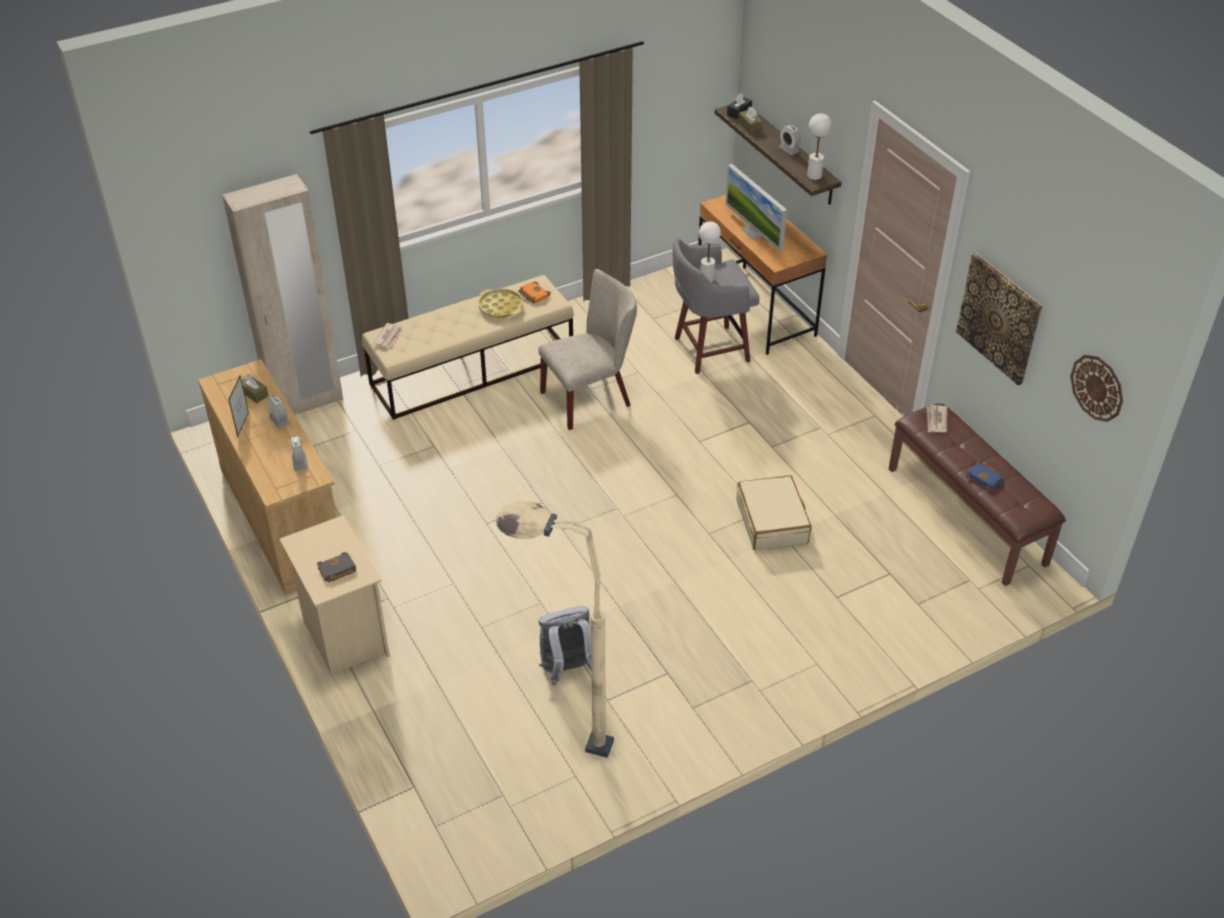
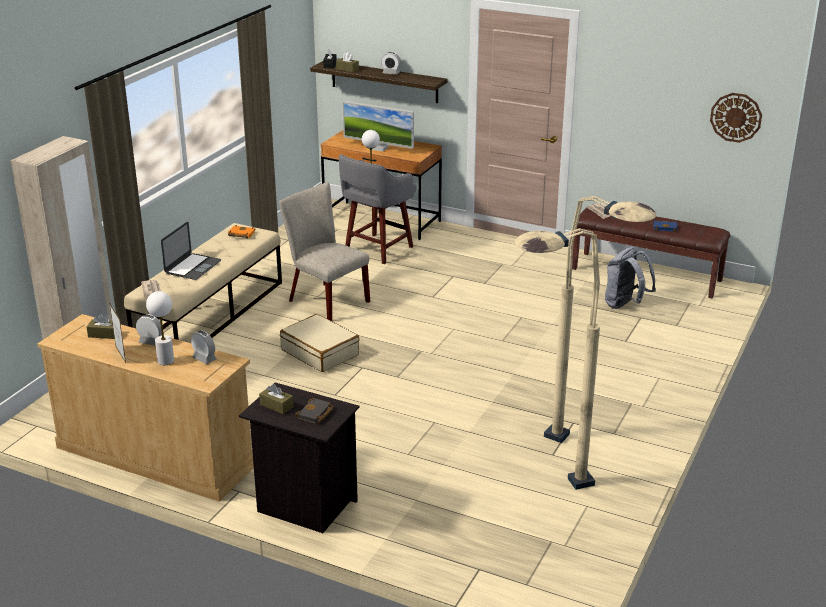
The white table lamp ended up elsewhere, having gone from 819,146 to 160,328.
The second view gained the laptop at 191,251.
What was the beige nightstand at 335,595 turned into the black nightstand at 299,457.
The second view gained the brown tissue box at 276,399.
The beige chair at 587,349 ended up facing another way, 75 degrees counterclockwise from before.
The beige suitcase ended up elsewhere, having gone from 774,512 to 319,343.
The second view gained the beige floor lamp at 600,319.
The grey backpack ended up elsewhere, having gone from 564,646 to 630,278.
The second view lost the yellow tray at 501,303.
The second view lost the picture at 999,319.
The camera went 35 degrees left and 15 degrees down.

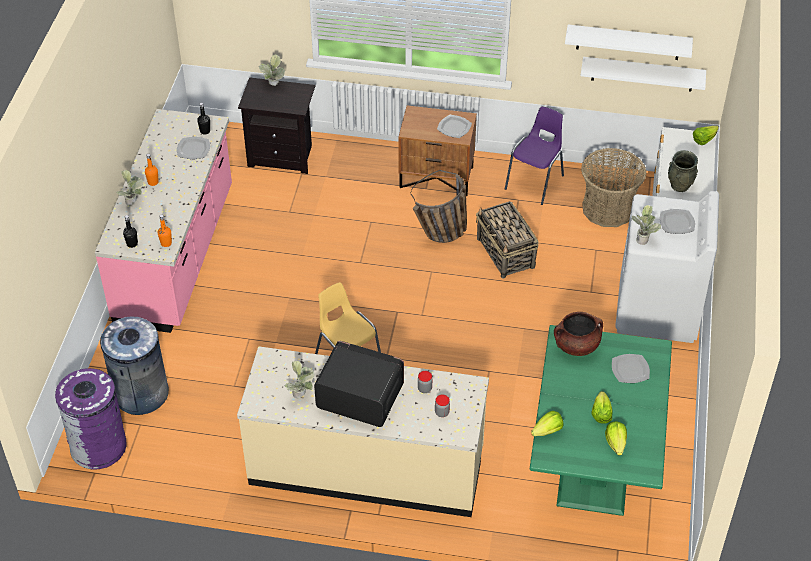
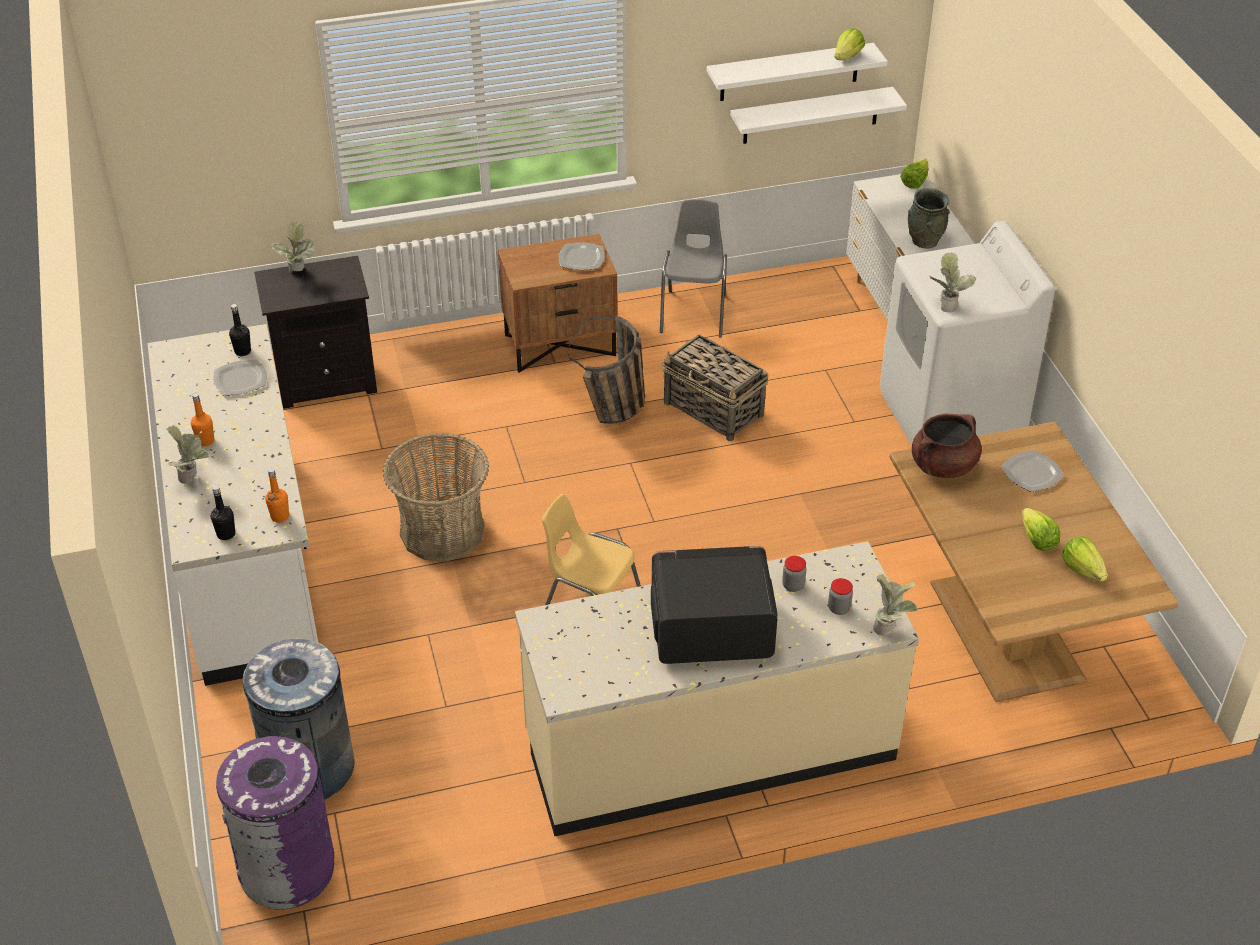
What was the pink counter at 163,221 turned into the white counter at 232,505.
The basket ended up elsewhere, having gone from 613,187 to 436,497.
What was the purple chair at 534,156 turned into the grey chair at 693,268.
The lettuce ended up elsewhere, having gone from 547,423 to 850,44.
The potted plant ended up elsewhere, having gone from 299,380 to 895,605.
What was the green dining table at 601,420 turned into the brown dining table at 1034,562.
The second view lost the plate at 677,221.
The camera went 25 degrees left and 5 degrees down.

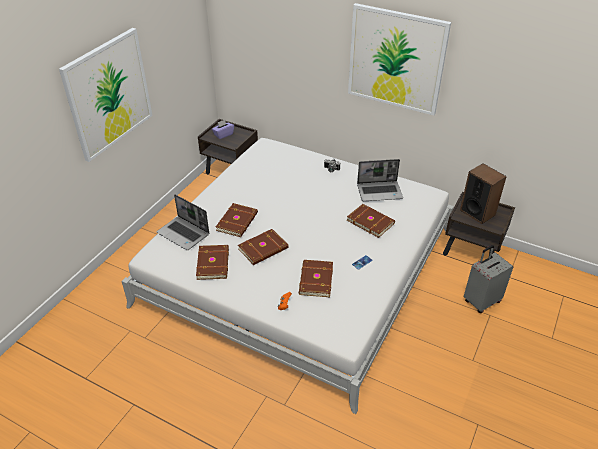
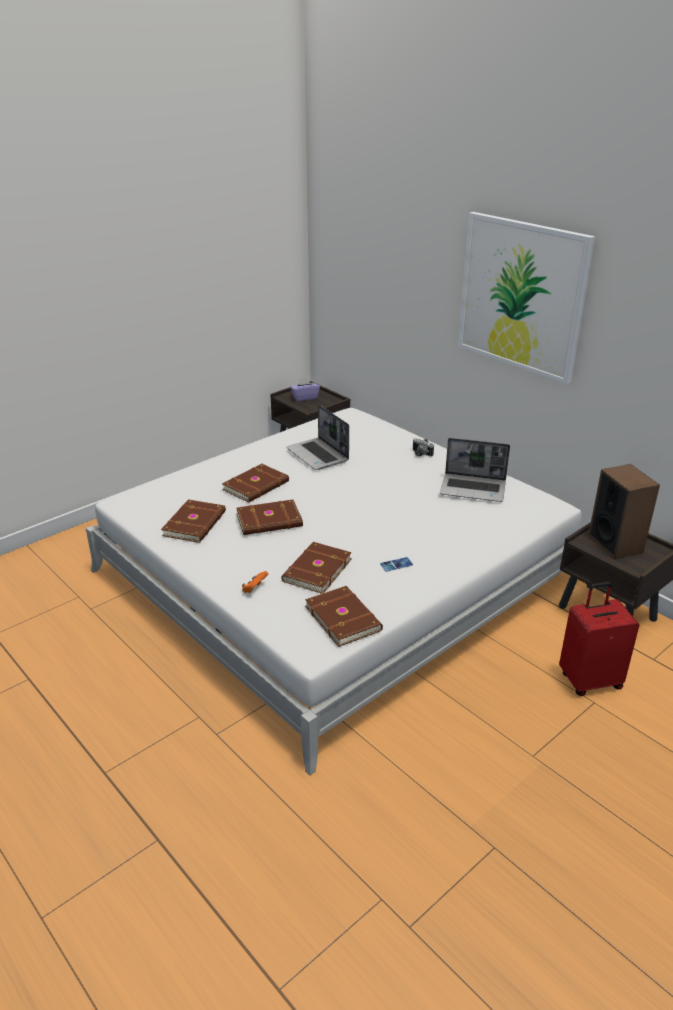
The laptop ended up elsewhere, having gone from 183,222 to 317,437.
The brown book ended up elsewhere, having gone from 371,221 to 344,616.
What was the grey suitcase at 488,279 turned into the red suitcase at 599,639.
The second view lost the picture at 106,95.
The camera went 20 degrees right and 10 degrees down.

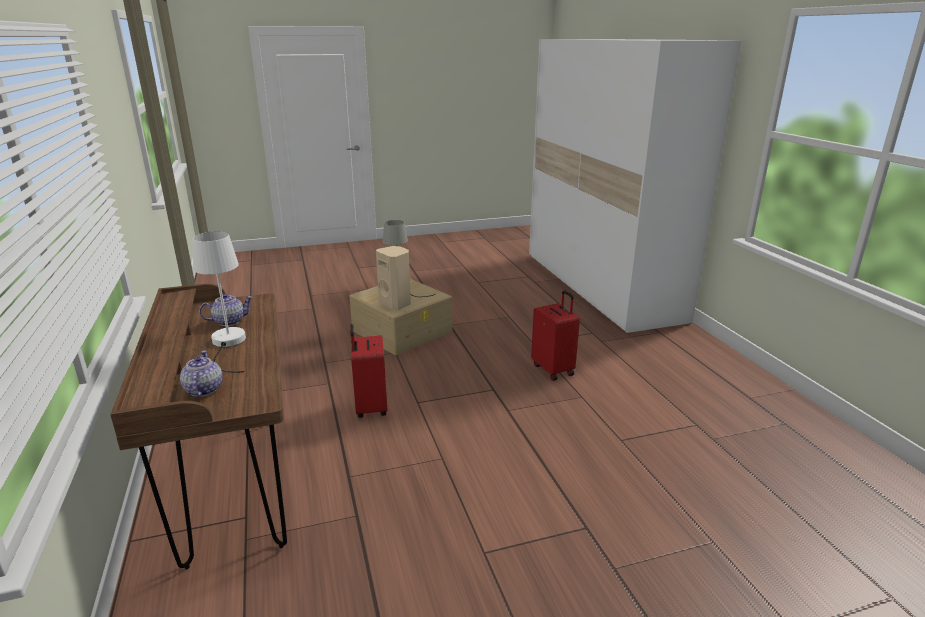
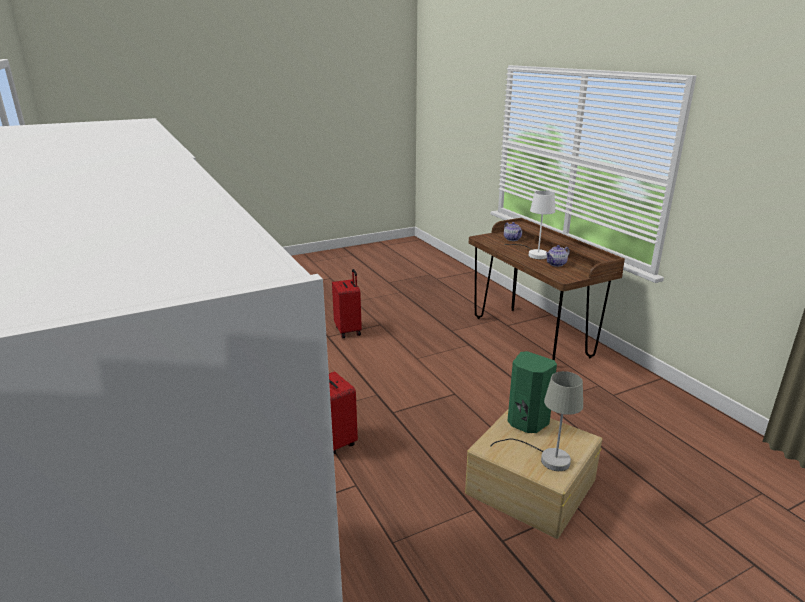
The red suitcase ended up elsewhere, having gone from 368,371 to 347,303.
What was the beige speaker at 393,278 turned into the green speaker at 532,392.
The camera went 170 degrees right and 0 degrees up.

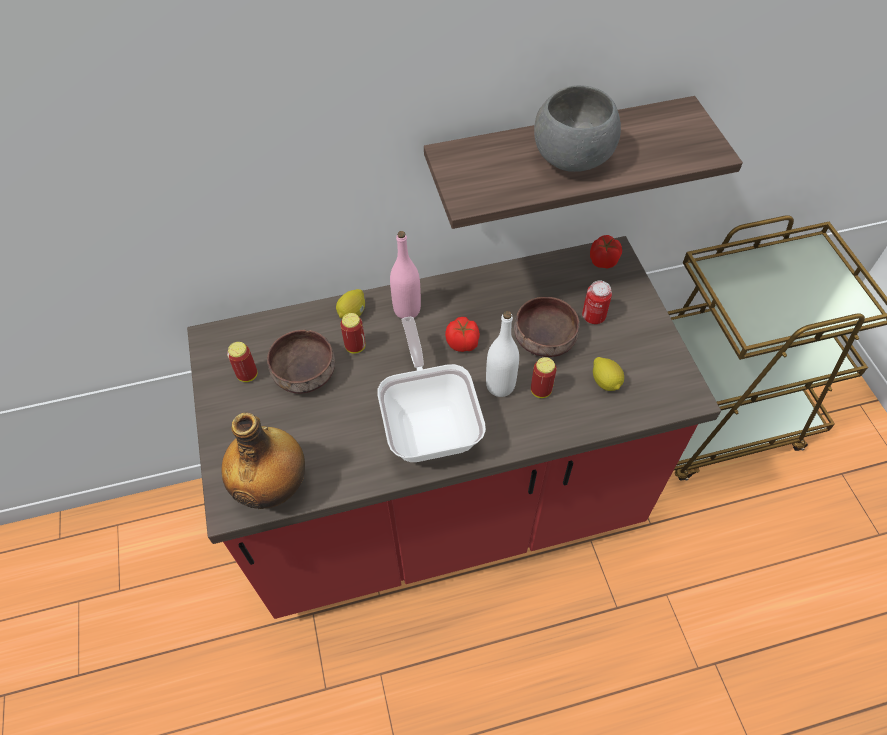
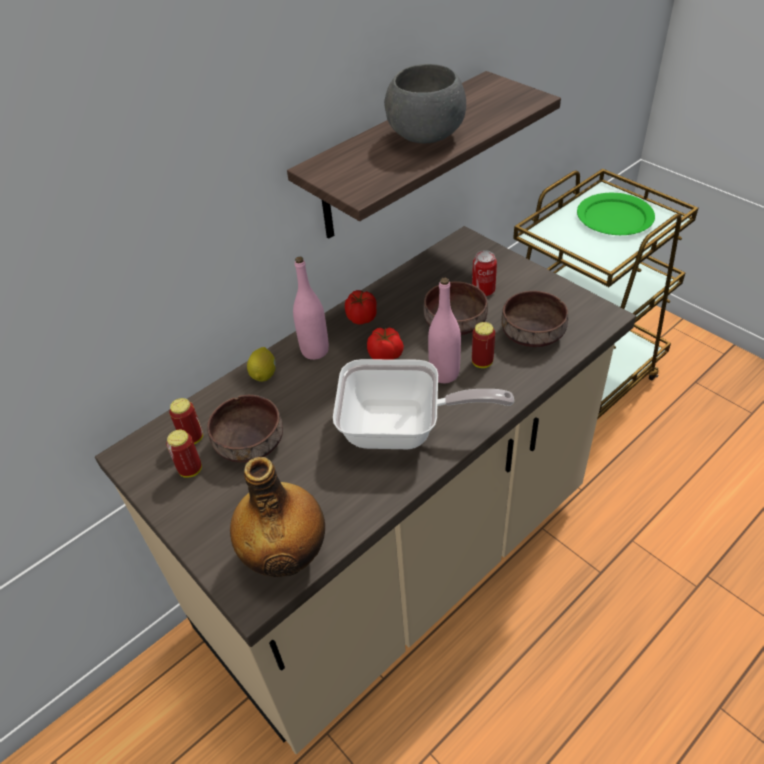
What was the red counter at 454,427 turned into the beige counter at 365,490.
The can ended up elsewhere, having gone from 352,333 to 186,421.
The frying pan at 432,389 ended up facing another way, 135 degrees clockwise from before.
The tomato ended up elsewhere, having gone from 606,251 to 361,307.
What was the white bottle at 502,354 turned into the pink bottle at 444,330.
Where the lemon stood at 608,374, the brown bowl came to stand at 534,319.
The second view gained the green plate at 616,214.
The camera went 25 degrees left and 10 degrees down.

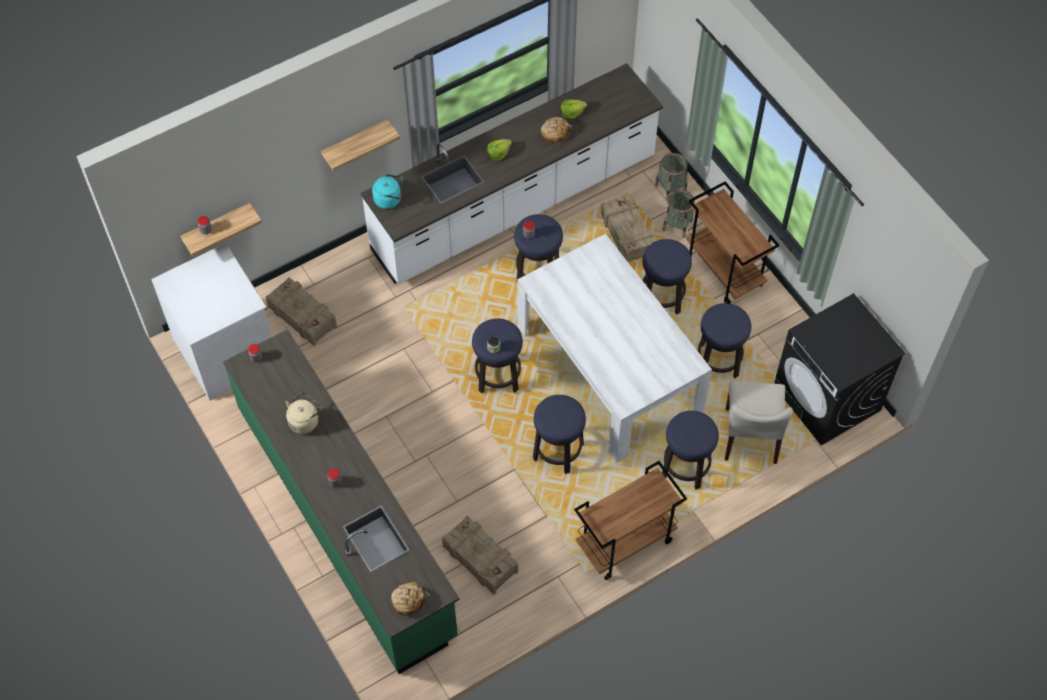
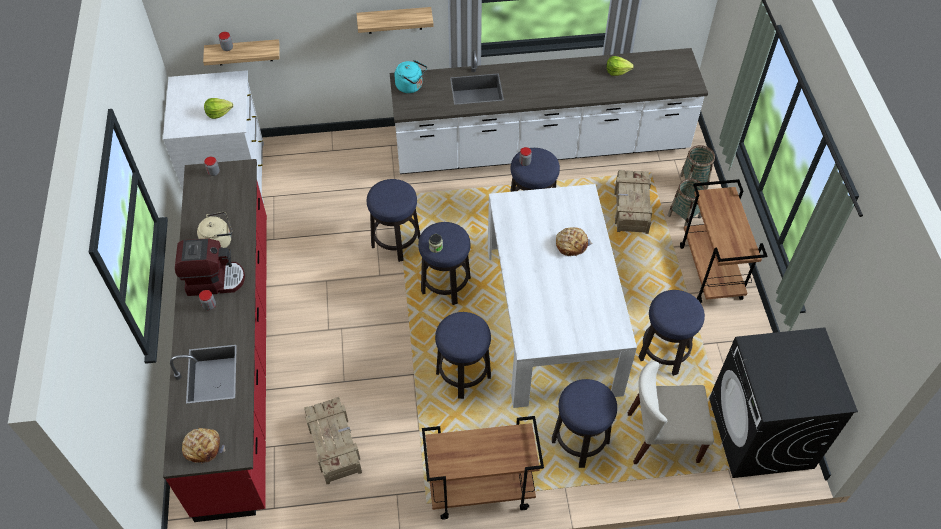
What was the green counter at 341,501 turned into the red counter at 215,340.
The second view gained the coffee machine at 210,267.
The lettuce ended up elsewhere, having gone from 499,150 to 218,108.
The stool ended up elsewhere, having gone from 667,277 to 393,220.
The bread ended up elsewhere, having gone from 556,130 to 574,241.
The beige chair at 759,422 ended up facing another way, 60 degrees clockwise from before.
The second view lost the crate at 301,311.
The camera went 25 degrees right and 5 degrees down.

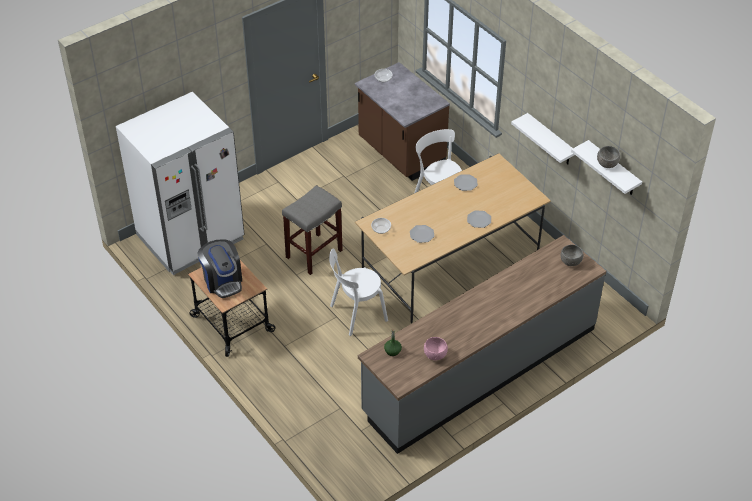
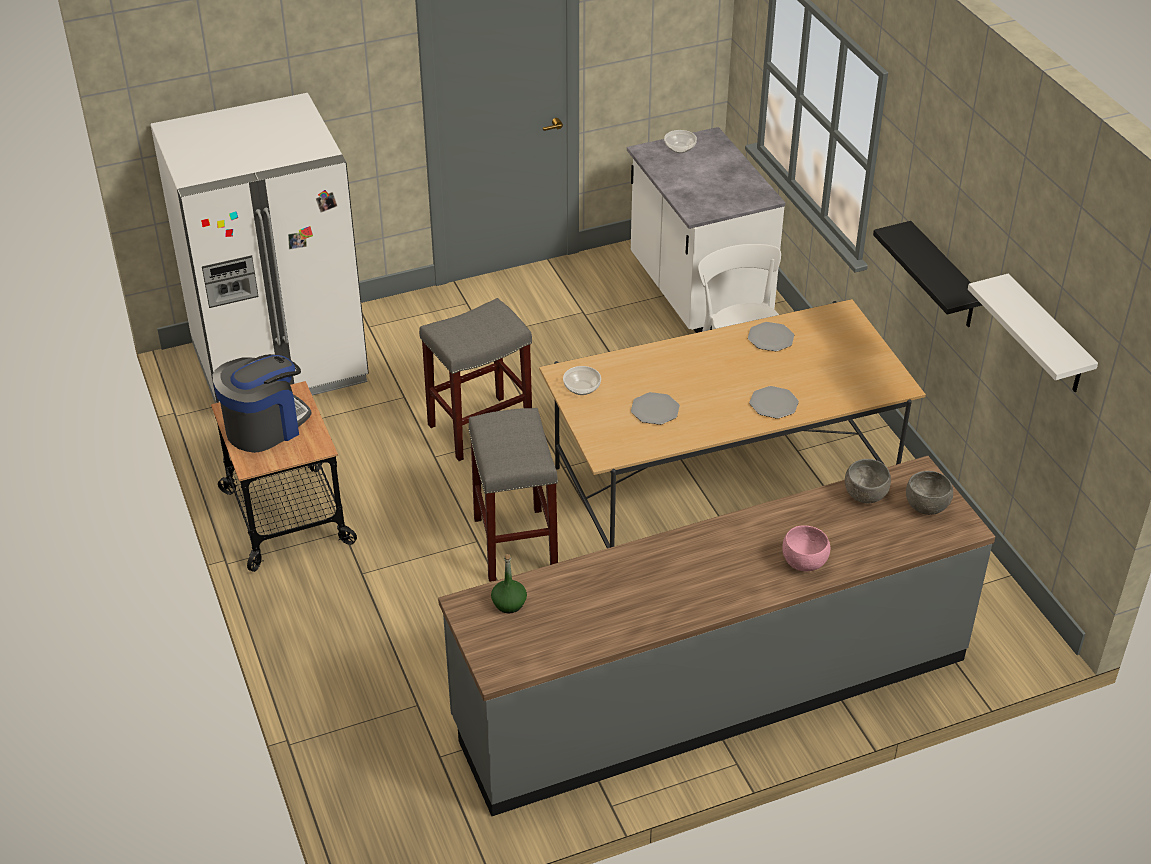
The coffee machine at 219,268 ended up facing another way, 120 degrees counterclockwise from before.
Where the white chair stood at 358,292, the grey stool came to stand at 513,495.
What was the brown counter at 402,121 turned into the white counter at 706,230.
The pink bowl ended up elsewhere, having gone from 436,348 to 806,548.
The grey bowl ended up elsewhere, having gone from 608,157 to 868,481.
What was the white shelf at 543,139 turned into the black shelf at 927,274.
The camera went 15 degrees right and 5 degrees down.

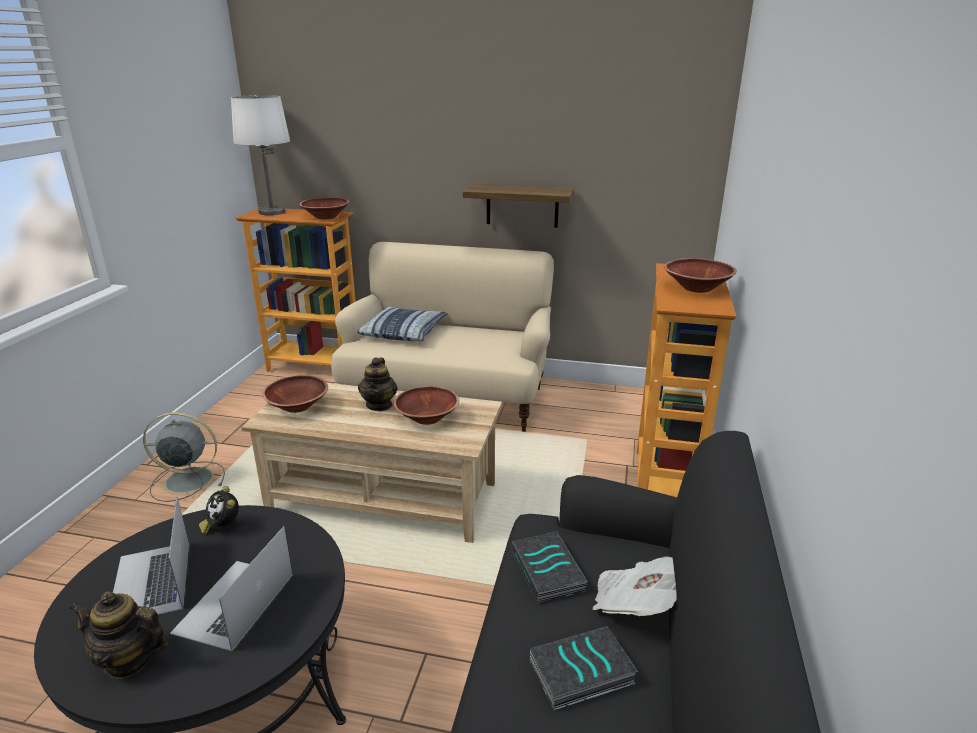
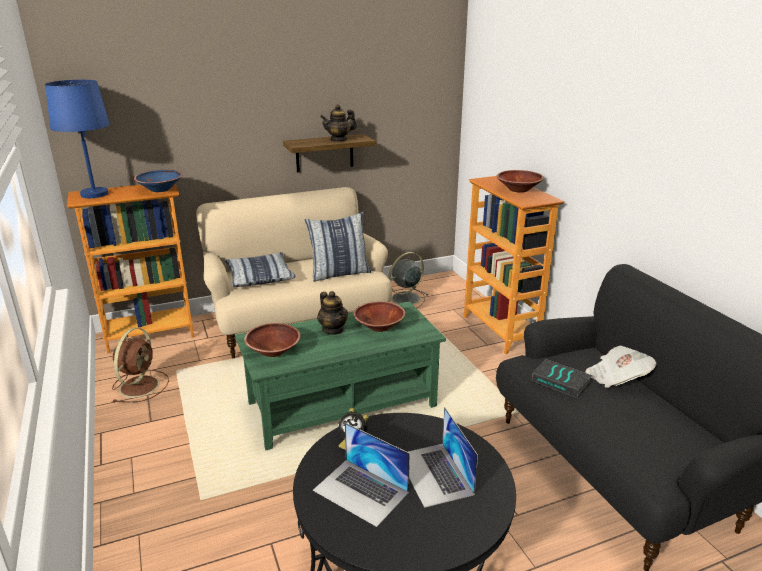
What was the white table lamp at 260,155 turned into the blue table lamp at 77,139.
The second view gained the brown fan at 140,365.
What was the brown bowl at 324,208 turned into the blue bowl at 158,181.
What was the beige coffee table at 371,463 turned into the green coffee table at 340,375.
The second view gained the pillow at 338,247.
The teapot ended up elsewhere, having gone from 119,635 to 338,123.
The grey fan ended up elsewhere, having gone from 184,457 to 408,280.
The second view lost the book at 584,668.
The camera went 35 degrees left and 0 degrees up.

